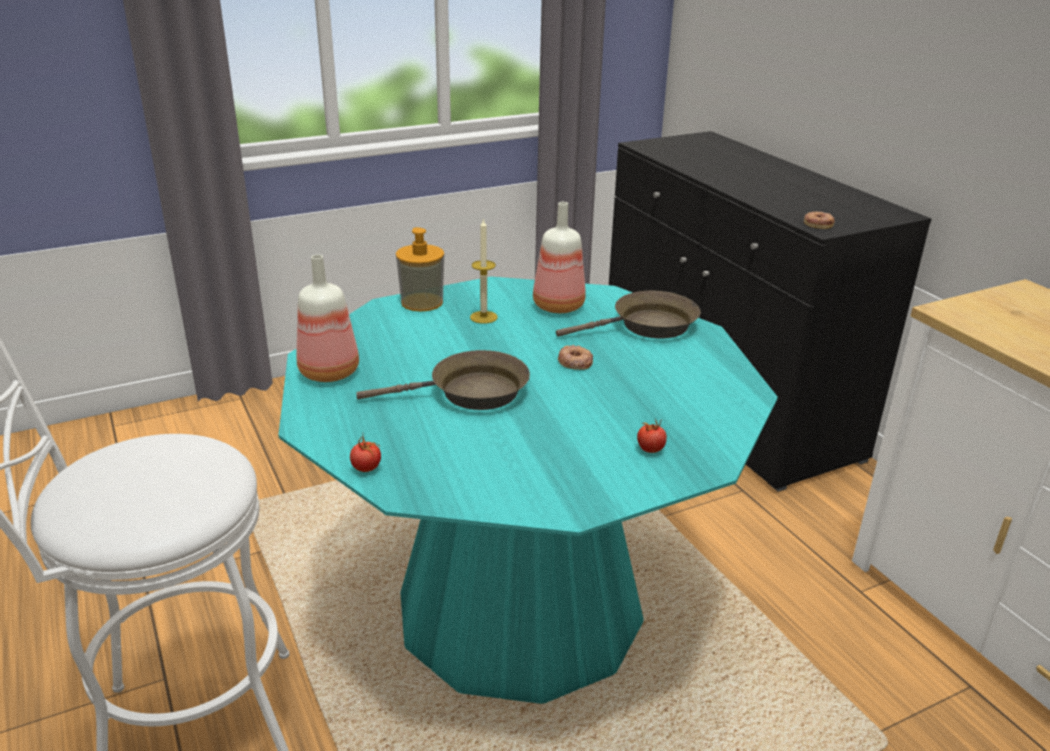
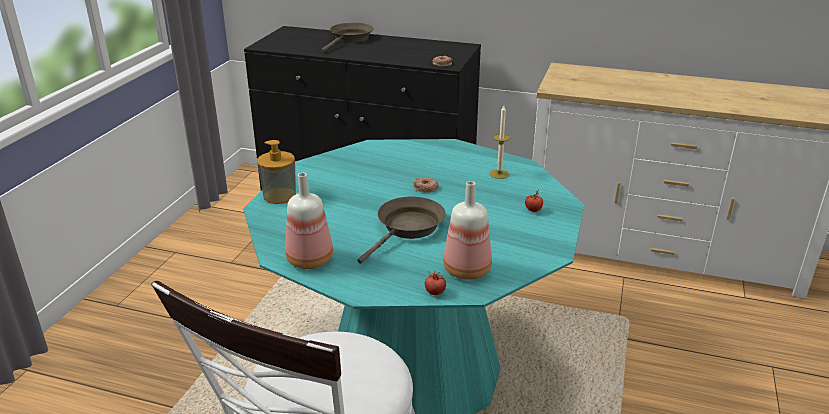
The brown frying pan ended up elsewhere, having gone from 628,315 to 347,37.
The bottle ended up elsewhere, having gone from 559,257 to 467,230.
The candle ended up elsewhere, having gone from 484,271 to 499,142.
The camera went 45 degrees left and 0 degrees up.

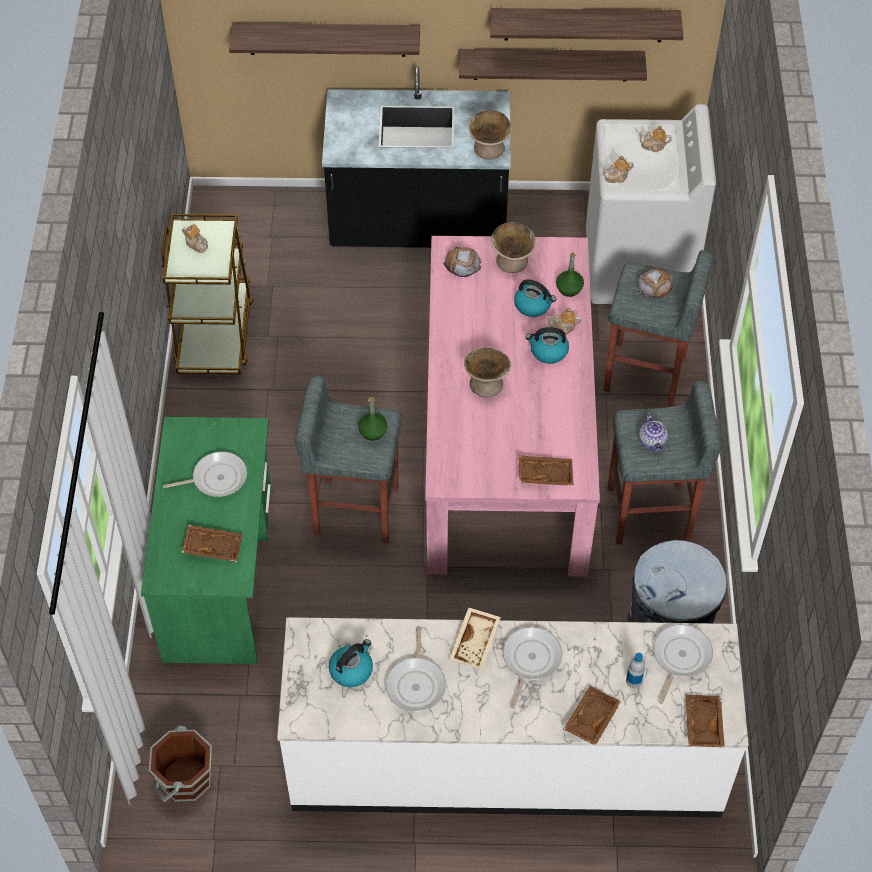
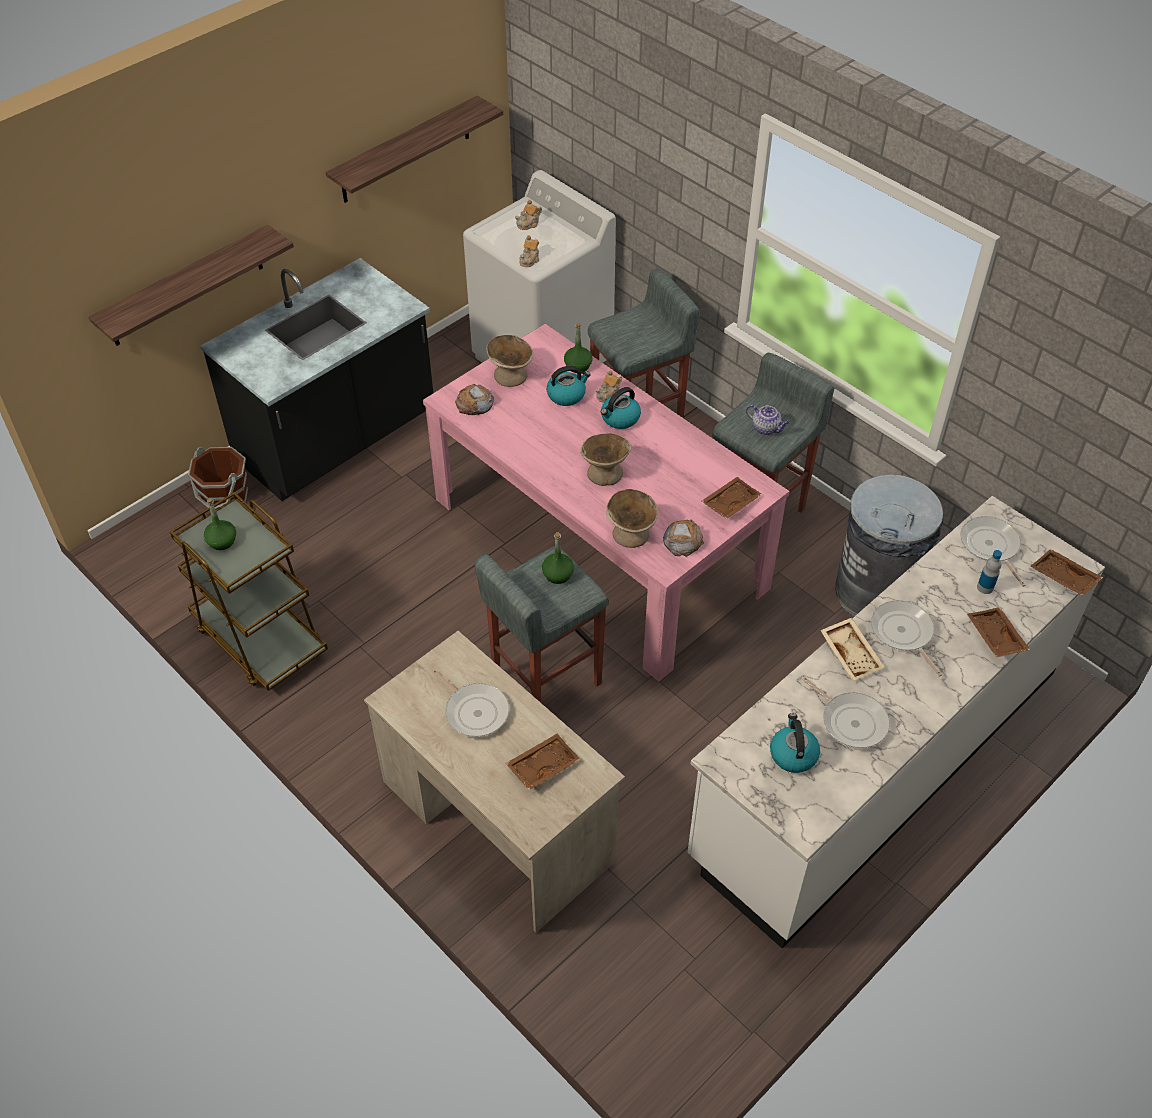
The brown bucket ended up elsewhere, having gone from 180,763 to 218,478.
Where the teapot stood at 195,238, the green bottle came to stand at 220,524.
What was the green desk at 206,540 turned into the beige desk at 494,782.
The frying pan at 205,474 ended up facing another way, 105 degrees clockwise from before.
The beige bowl ended up elsewhere, having gone from 490,135 to 632,518.
The bread ended up elsewhere, having gone from 656,283 to 683,538.
The second view lost the shelf at 553,65.
The camera went 45 degrees left and 5 degrees down.

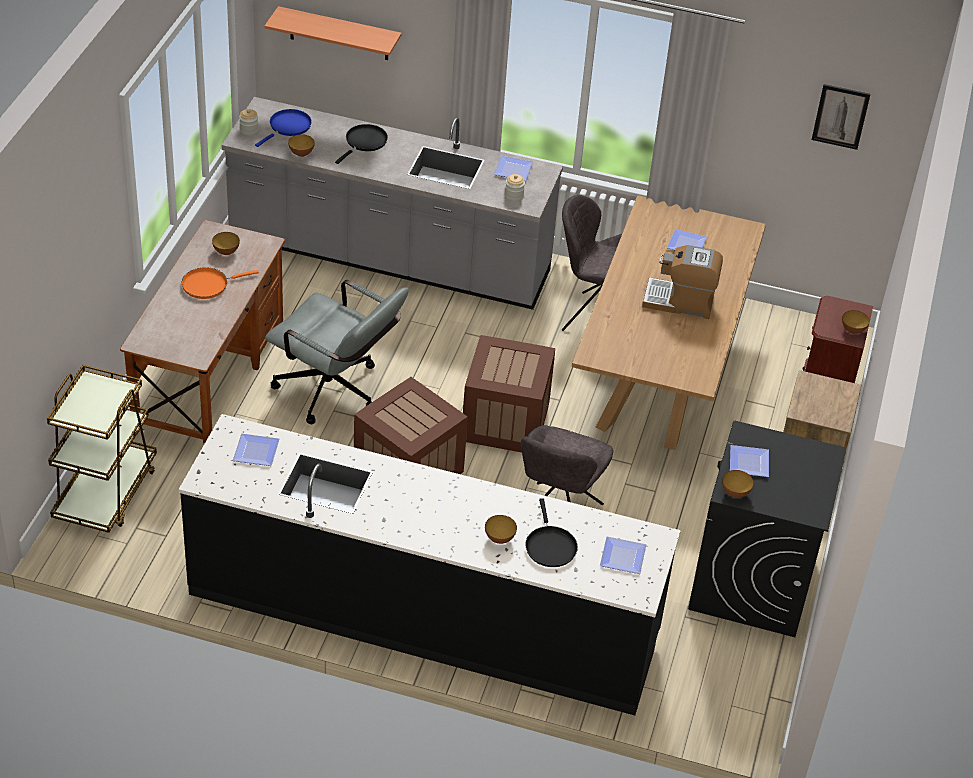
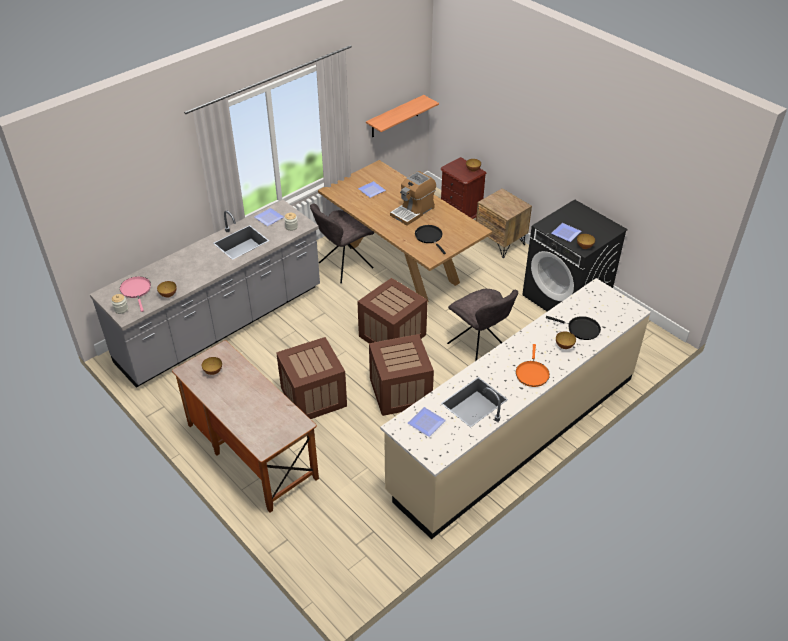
What was the blue frying pan at 283,128 turned into the pink frying pan at 135,294.
Where the grey office chair stood at 336,352, the crate came to stand at 311,378.
The shelf ended up elsewhere, having gone from 333,33 to 402,116.
What was the black counter at 430,565 turned into the beige counter at 515,408.
The black frying pan ended up elsewhere, having gone from 361,144 to 430,239.
The orange frying pan ended up elsewhere, having gone from 220,283 to 533,365.
The second view lost the brown cart at 102,449.
The second view lost the plate at 623,555.
The second view lost the picture at 841,117.
The camera went 55 degrees left and 0 degrees up.

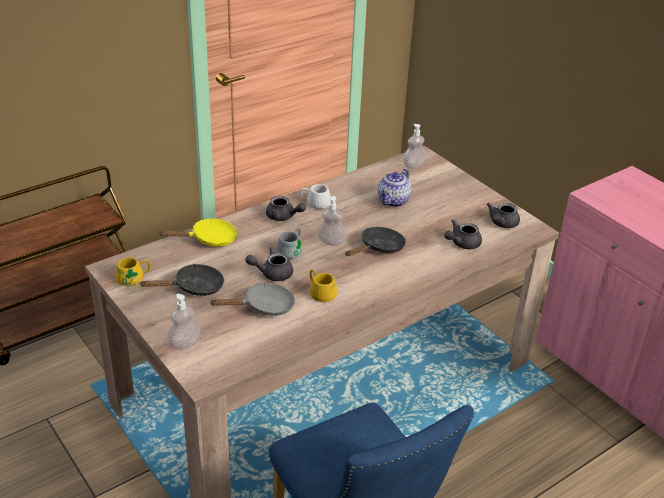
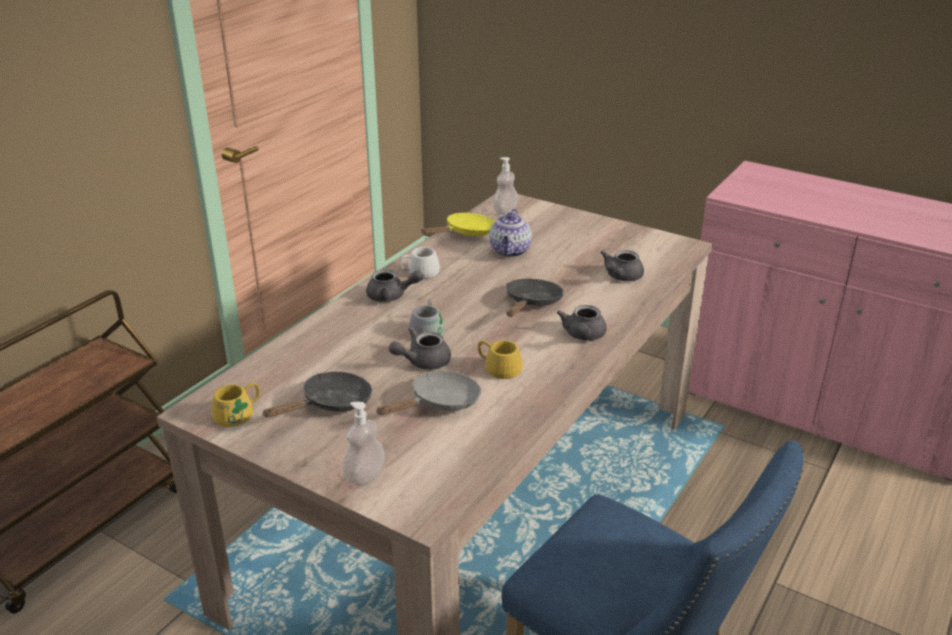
The yellow frying pan ended up elsewhere, having gone from 198,232 to 458,224.
The grey teapot ended up elsewhere, having gone from 503,215 to 581,322.
The second view lost the soap dispenser at 331,221.
The camera went 20 degrees left and 5 degrees down.

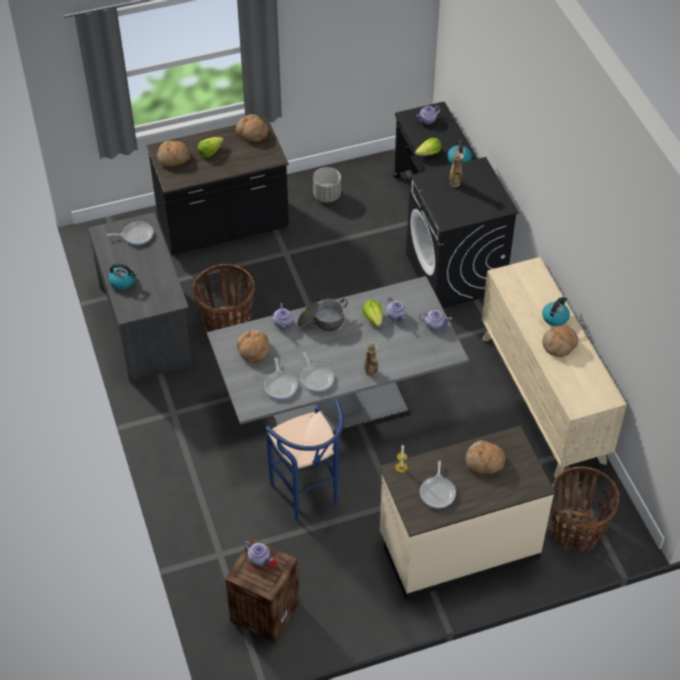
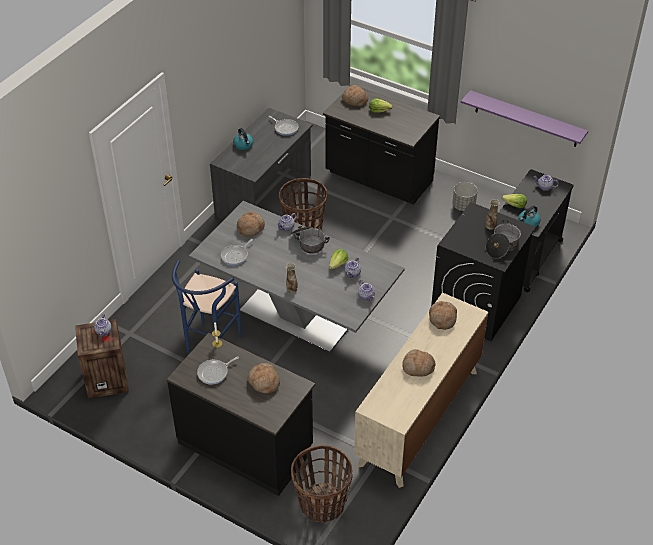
What was the beige counter at 467,512 turned into the black counter at 240,414.
The bread ended up elsewhere, having gone from 252,128 to 443,315.
The second view gained the purple shelf at 524,118.
The second view gained the cooking pot at 503,239.
The second view lost the frying pan at 317,372.
The second view lost the kettle at 556,311.
The camera went 50 degrees right and 5 degrees down.

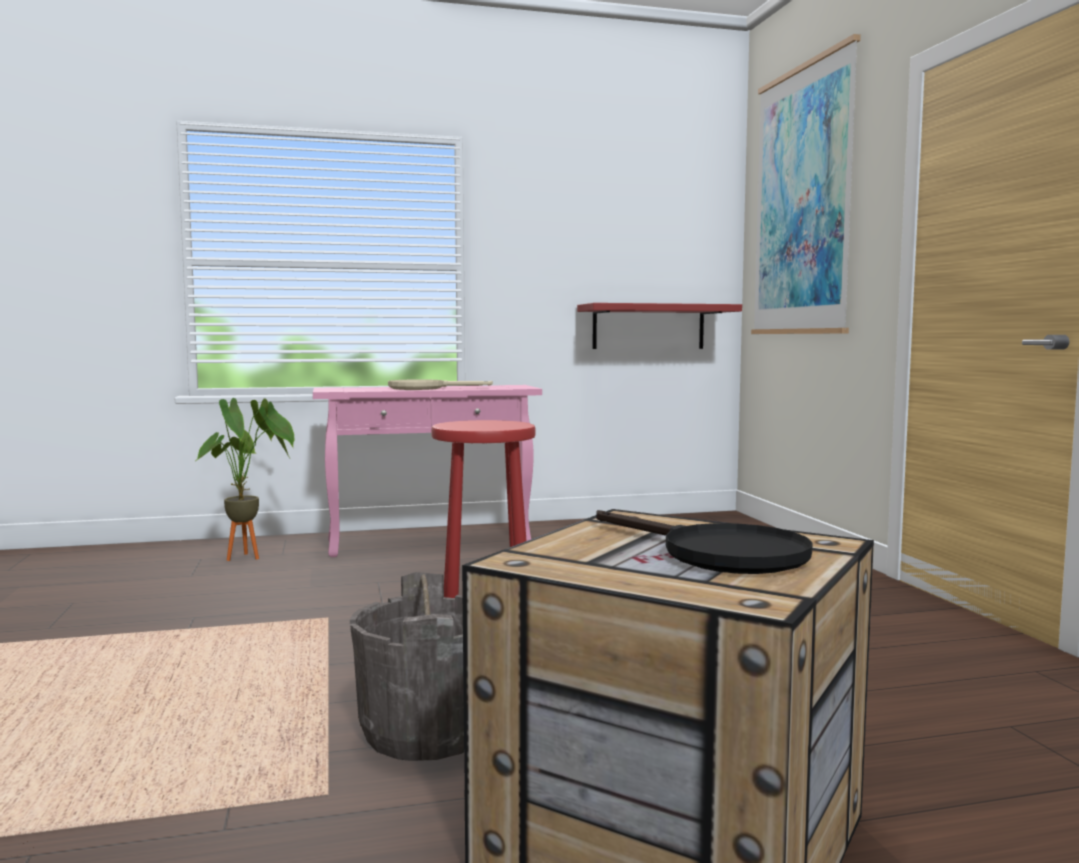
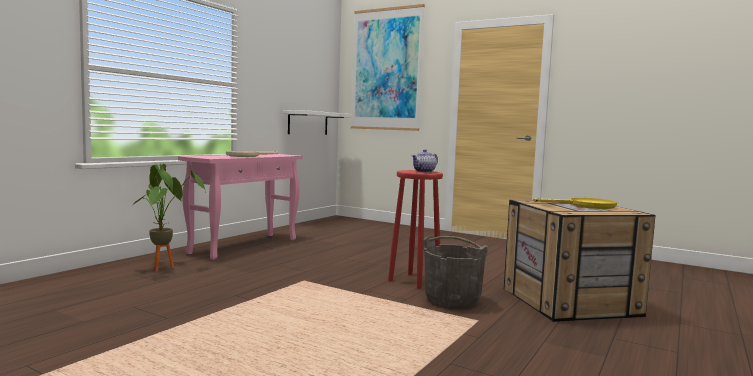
What was the red shelf at 659,326 turned into the white shelf at 317,122.
The second view gained the teapot at 425,161.
What was the black frying pan at 704,542 turned into the yellow frying pan at 575,203.
The camera went 45 degrees left and 0 degrees up.

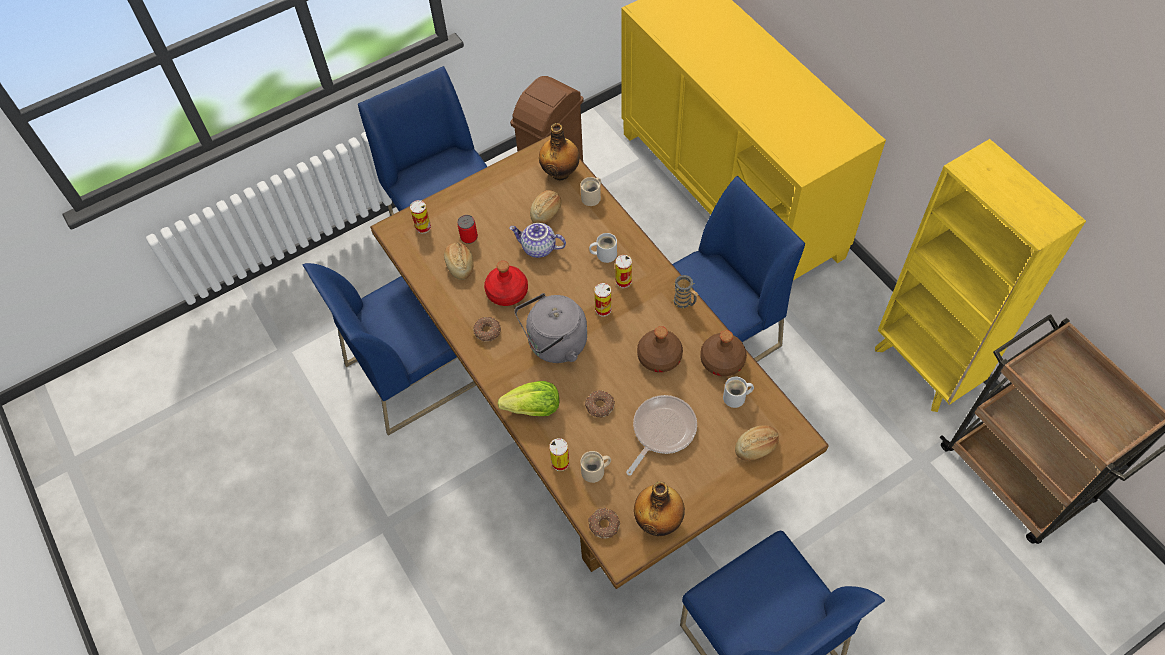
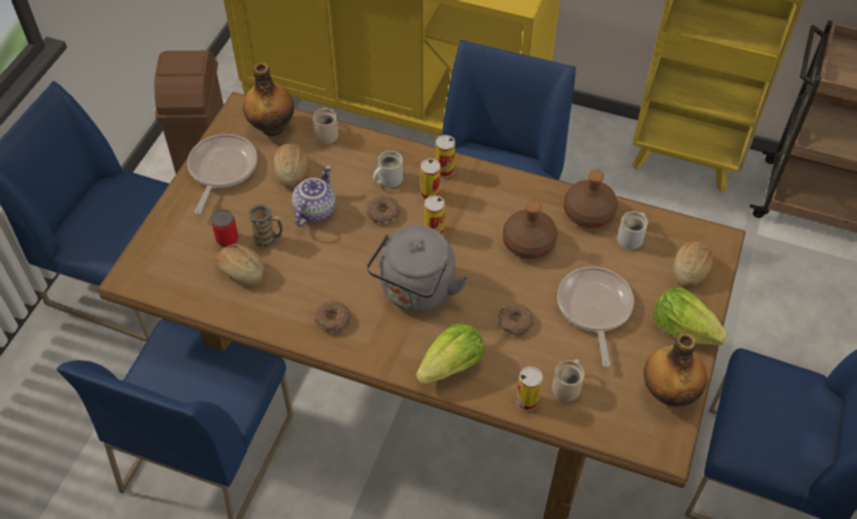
The second view gained the frying pan at 222,174.
The mug ended up elsewhere, having gone from 685,292 to 265,225.
The teapot at 537,240 ended up facing another way, 135 degrees clockwise from before.
The donut ended up elsewhere, having gone from 604,523 to 383,210.
The can ended up elsewhere, having gone from 420,217 to 445,156.
The second view gained the lettuce at 690,316.
The second view lost the red bottle at 506,283.
The camera went 40 degrees left and 5 degrees down.

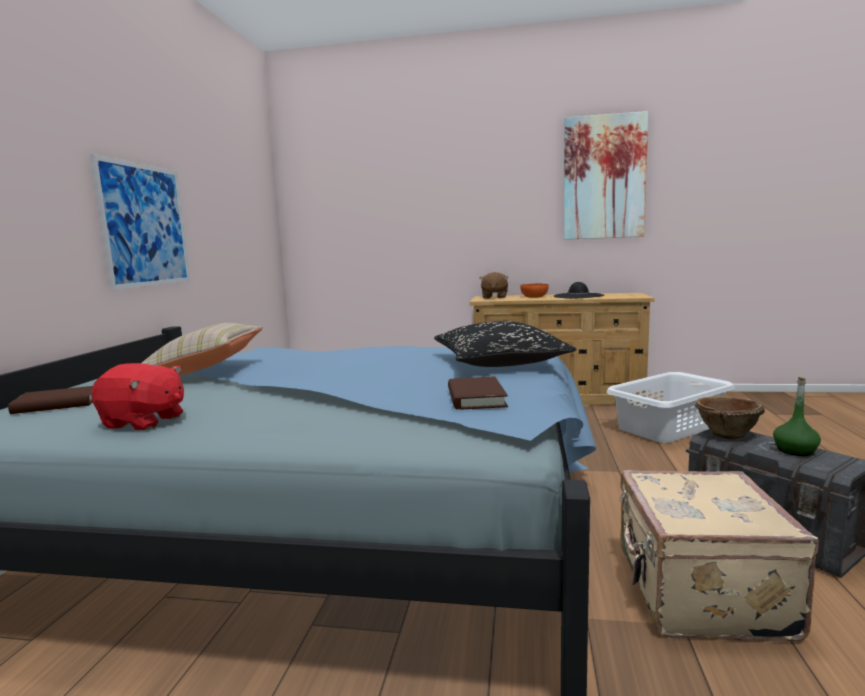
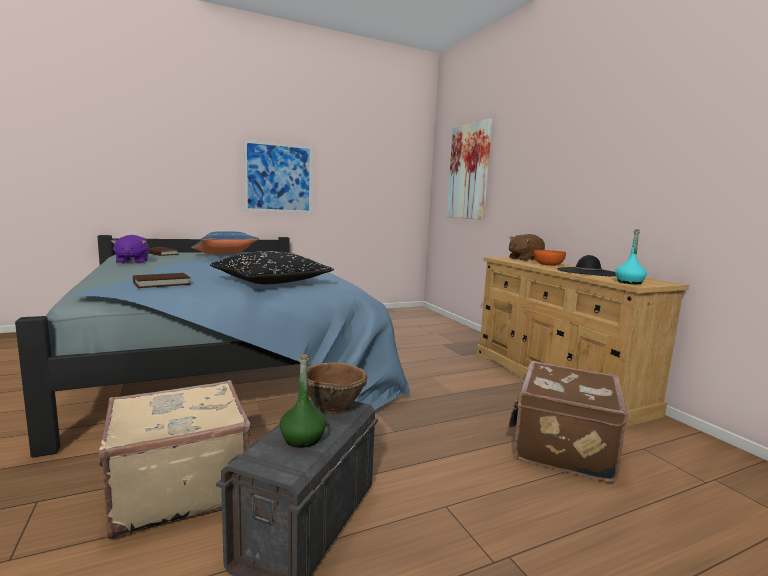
What was the red plush toy at 137,396 turned into the purple plush toy at 130,249.
What was the beige pillow at 202,349 turned into the blue pillow at 225,243.
The picture ended up elsewhere, having gone from 606,175 to 470,169.
Where the white laundry basket stood at 671,407, the brown suitcase came to stand at 568,422.
The second view gained the turquoise bottle at 631,256.
The camera went 55 degrees right and 0 degrees up.

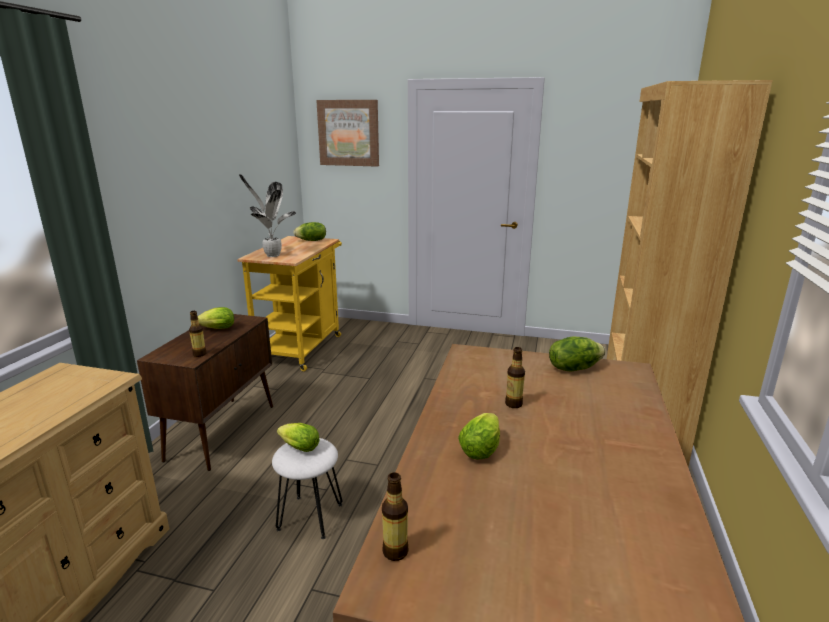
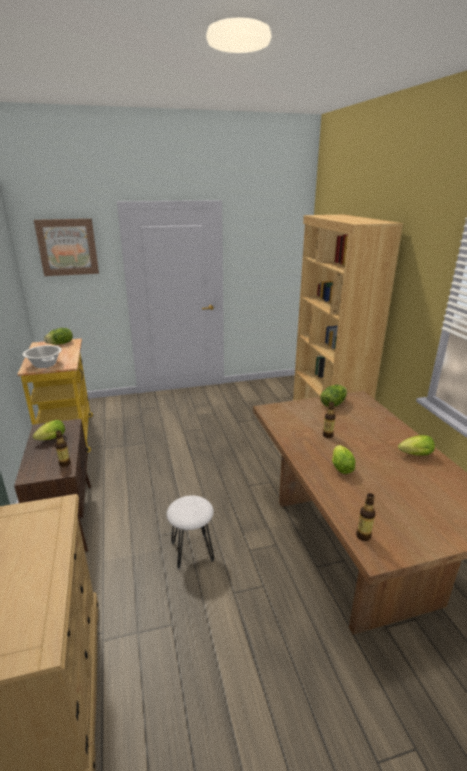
Where the potted plant stood at 267,215, the cooking pot came to stand at 42,356.
The lettuce ended up elsewhere, having gone from 298,437 to 416,445.
The camera went 30 degrees left and 5 degrees up.

